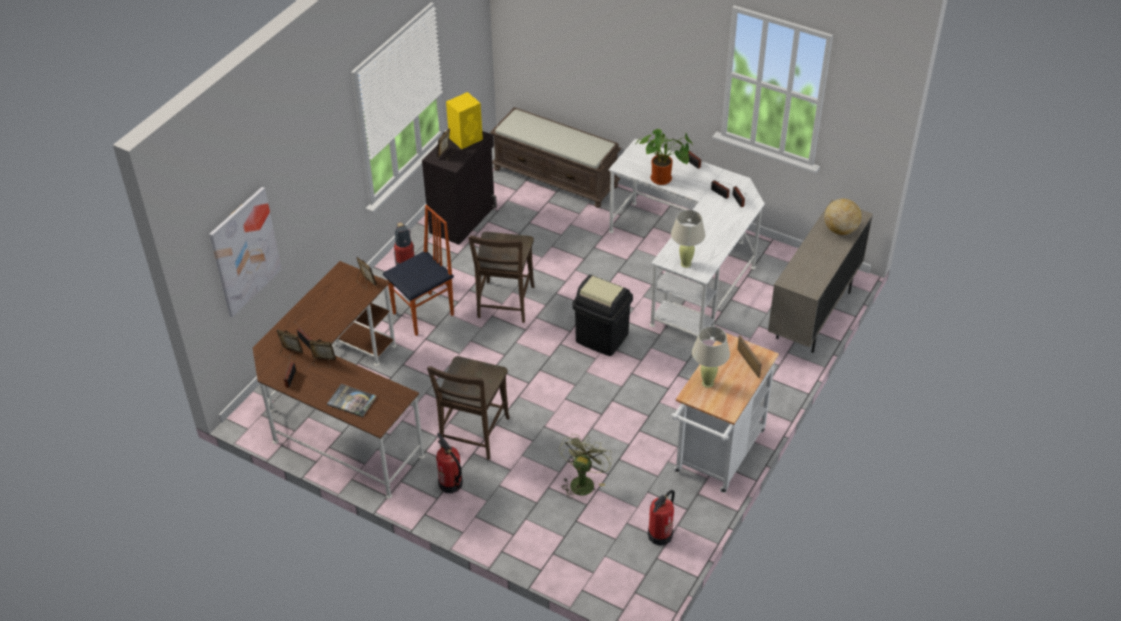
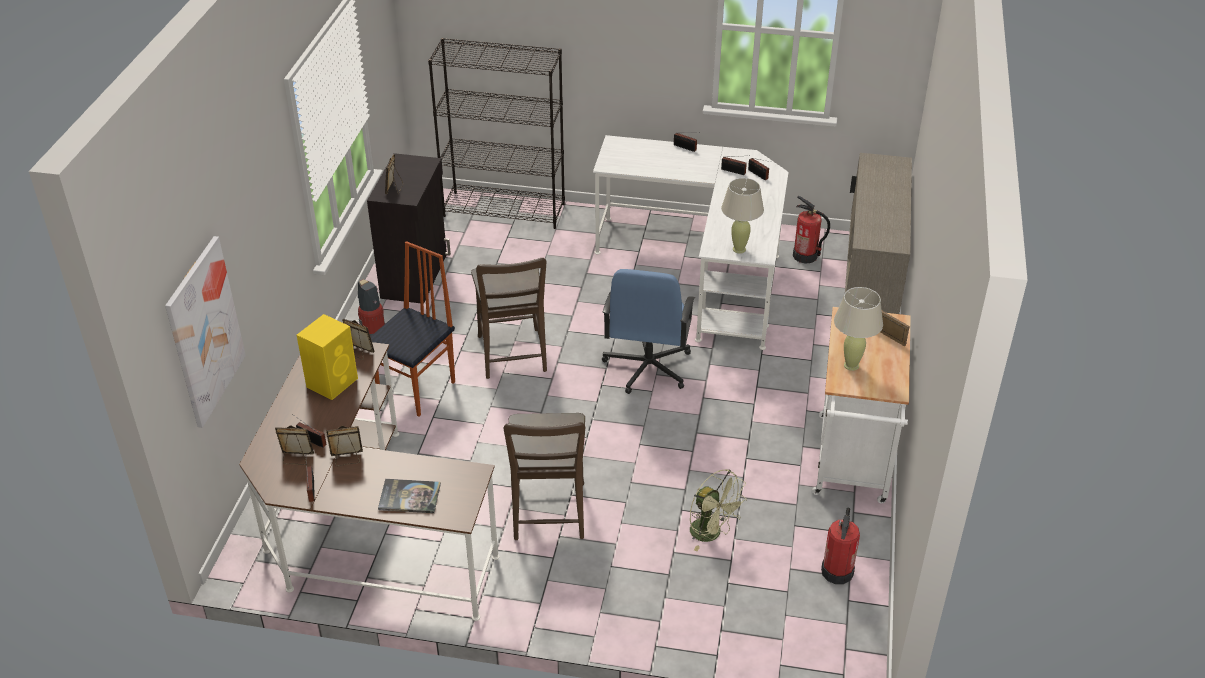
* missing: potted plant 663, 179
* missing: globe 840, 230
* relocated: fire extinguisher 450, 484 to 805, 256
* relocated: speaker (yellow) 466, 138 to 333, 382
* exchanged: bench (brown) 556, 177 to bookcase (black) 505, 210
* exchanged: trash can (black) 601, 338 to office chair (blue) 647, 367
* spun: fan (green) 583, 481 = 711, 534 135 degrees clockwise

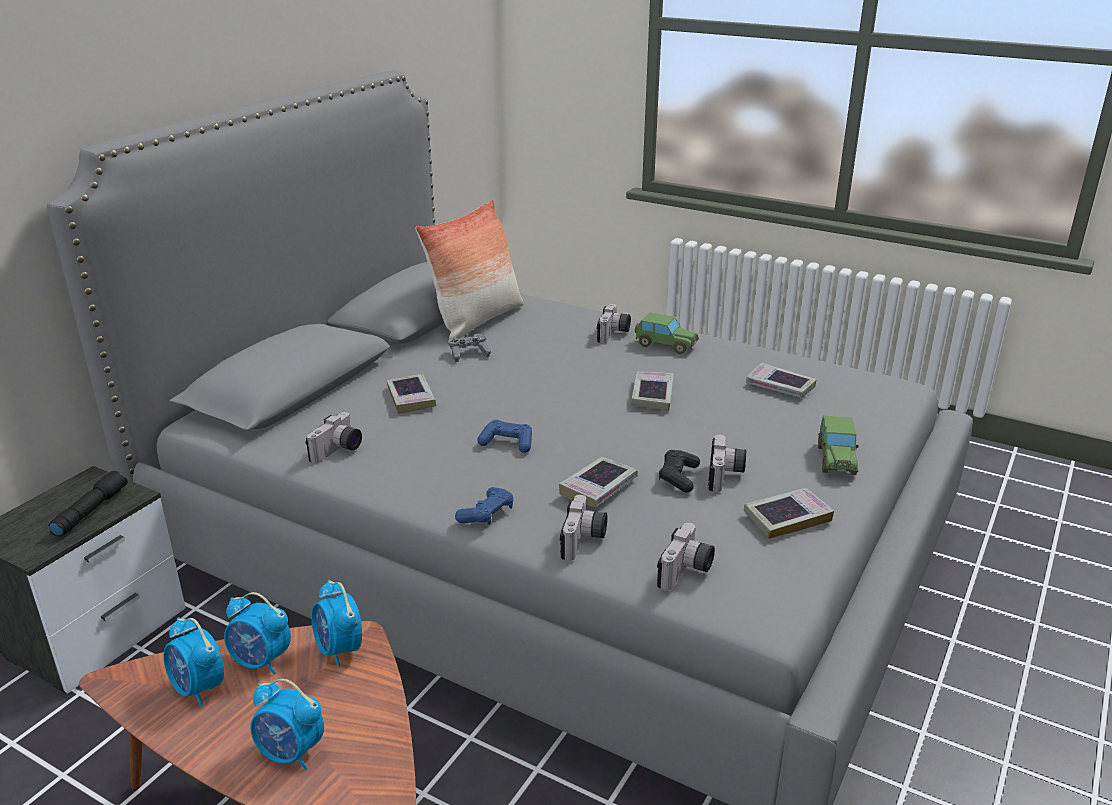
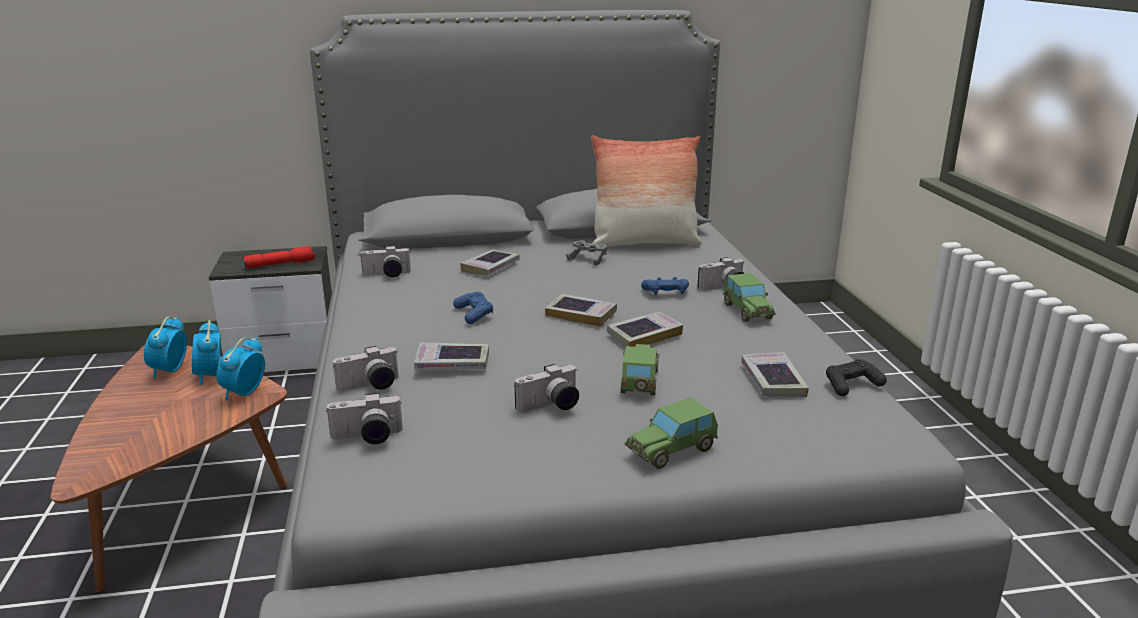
* missing: alarm clock 291, 753
* appeared: toy car 639, 382
* relocated: game controller (blue) 487, 514 to 666, 292
* relocated: game controller (black) 678, 477 to 852, 385
* relocated: book 787, 518 to 581, 314
* colour: flashlight (black) 90, 511 to flashlight (red) 280, 264

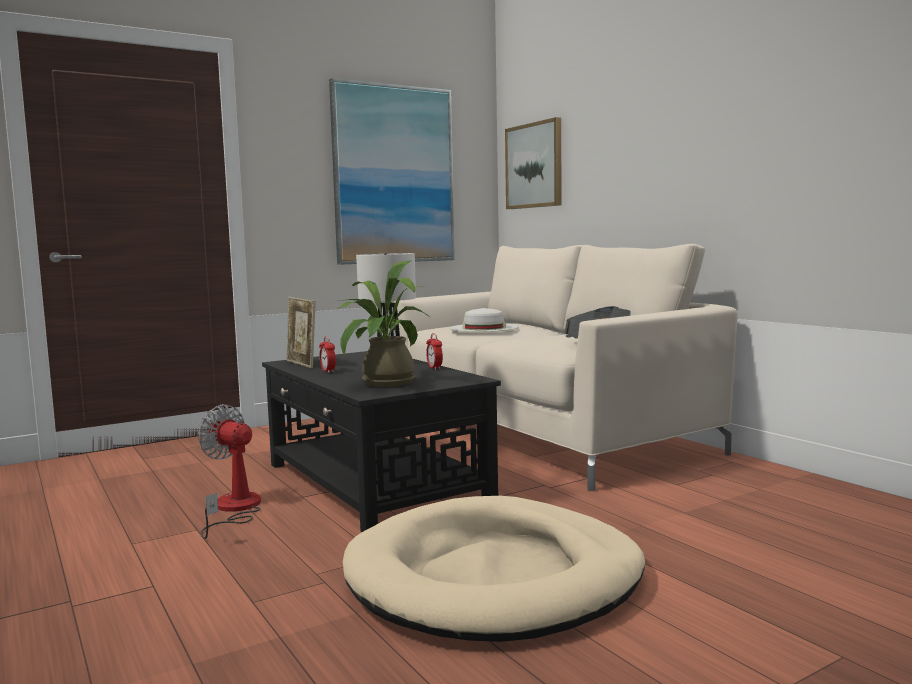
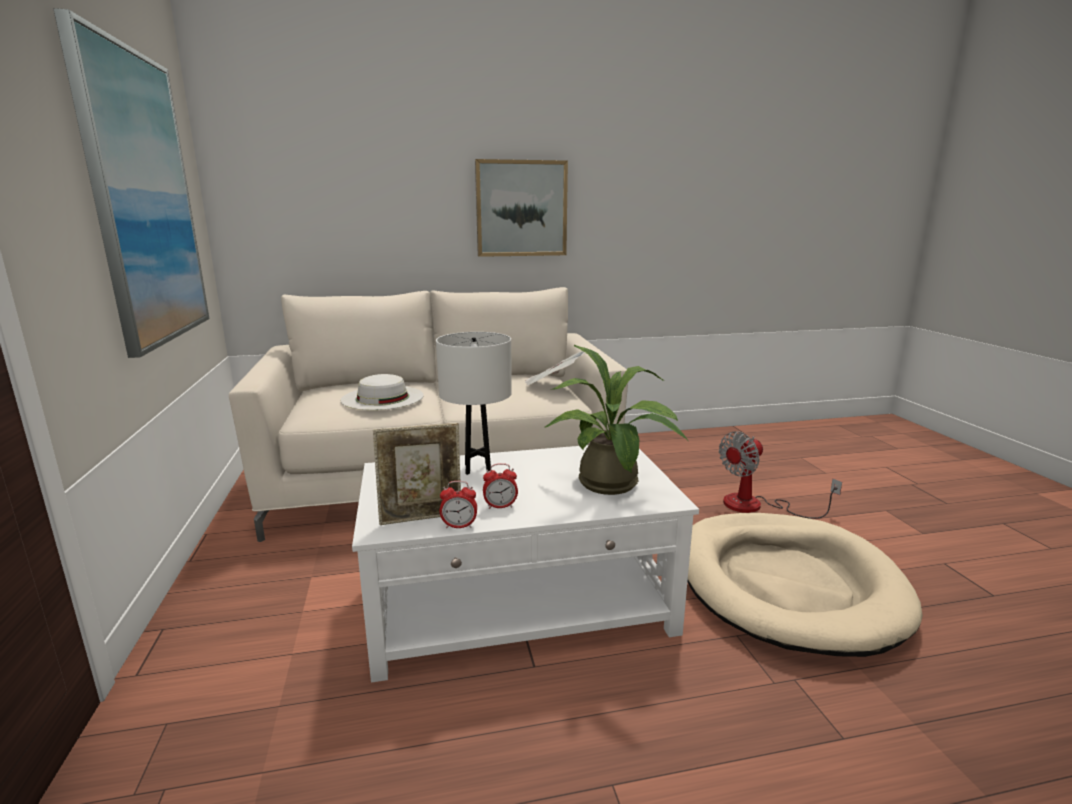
* relocated: fan 234, 510 to 756, 506
* relocated: alarm clock 434, 368 to 459, 526
* relocated: picture 534, 165 to 521, 209
* colour: coffee table (black) 374, 483 to coffee table (white) 521, 604

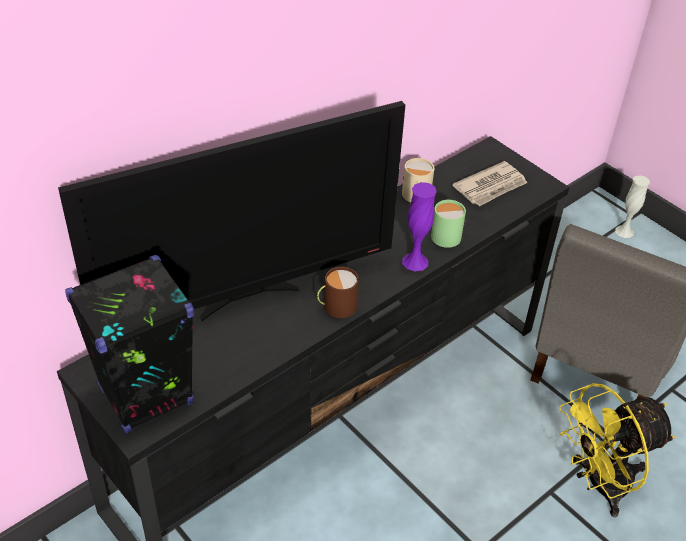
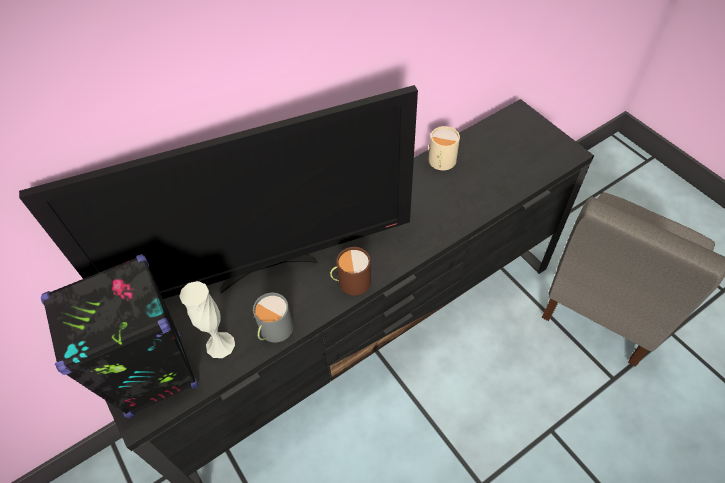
* missing: vase (purple) 415, 261
* missing: mug (green) 445, 234
* missing: newspaper 491, 187
* missing: fan (yellow) 598, 485
* appeared: mug (grey) 273, 330
* relocated: vase (white) 624, 231 to 220, 345

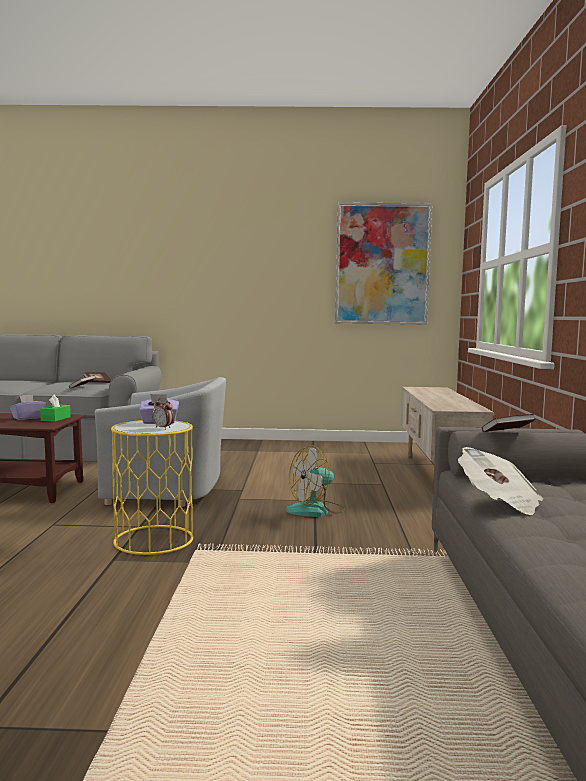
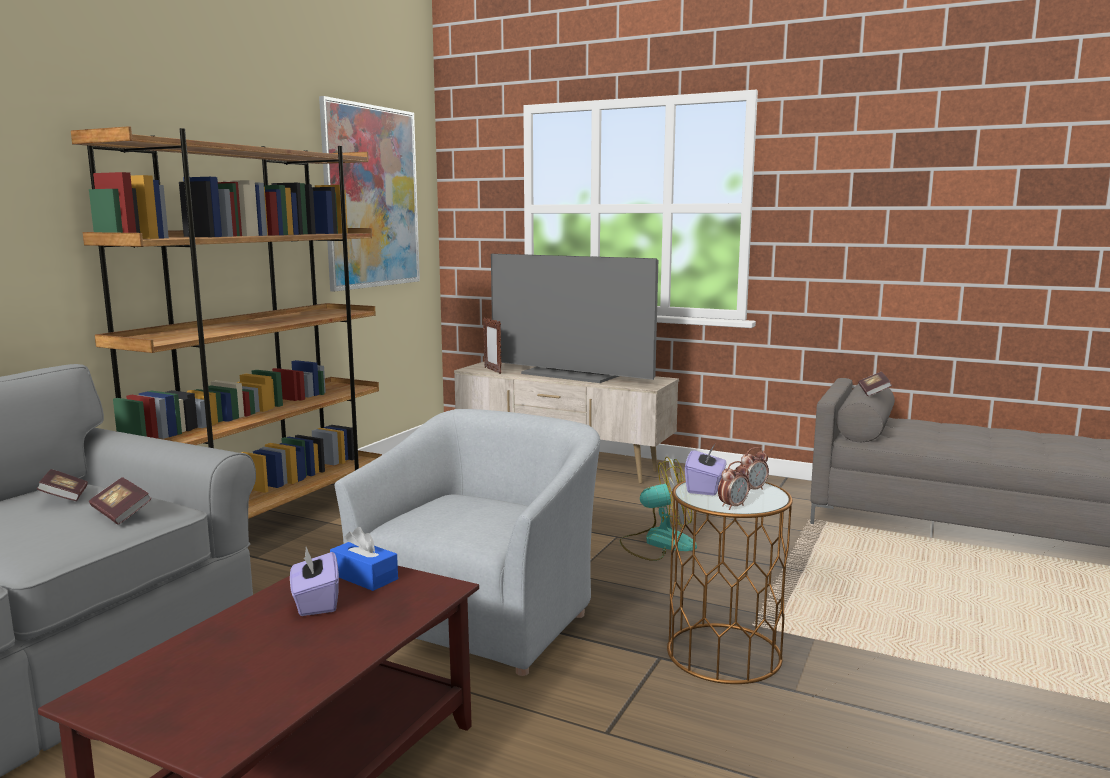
* missing: newspaper 499, 502
* appeared: bookcase (brown) 269, 521
* appeared: picture frame 492, 370
* appeared: television 572, 374
* appeared: alarm clock 733, 506
* colour: tissue box (green) 55, 419 to tissue box (blue) 364, 577
* colour: side table (yellow) 154, 540 to side table (brown) 723, 653
* spun: fan 316, 510 = 657, 543 90 degrees counterclockwise

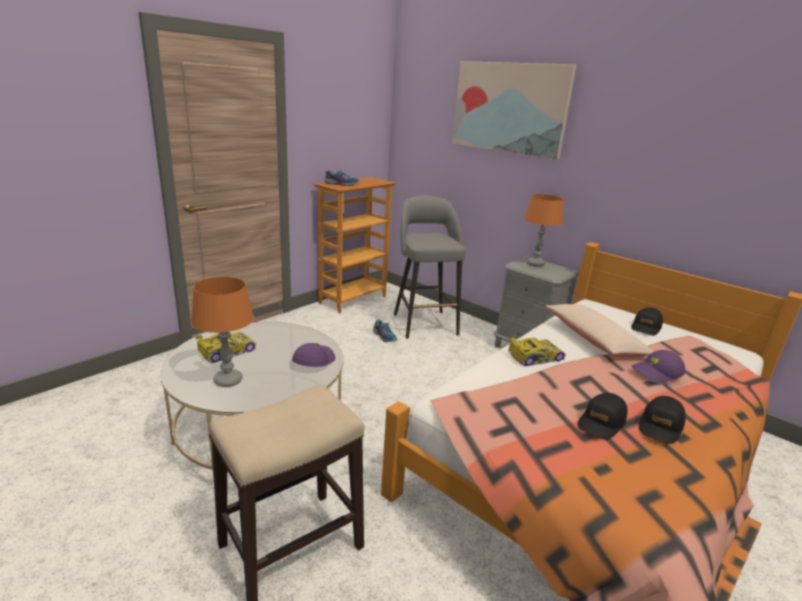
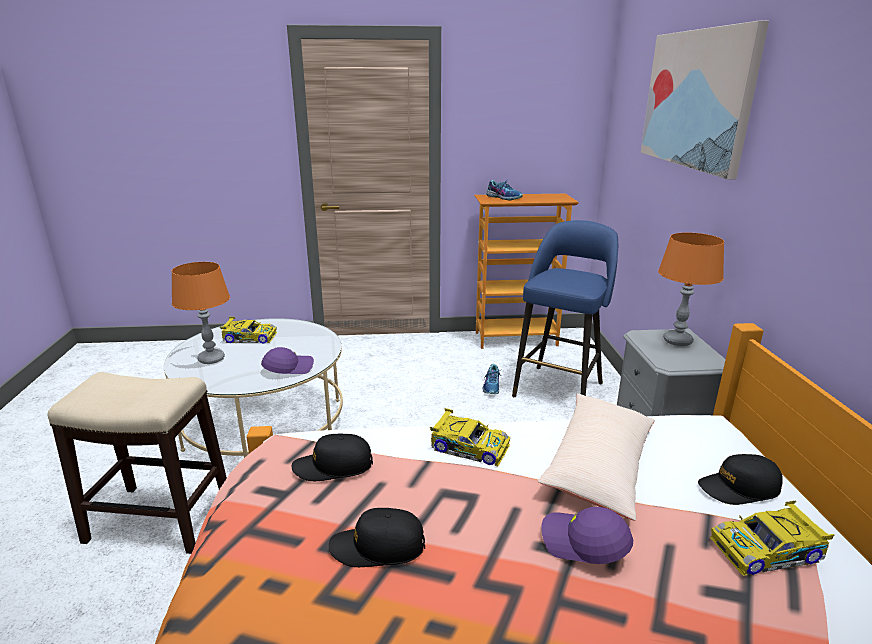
* appeared: toy car 767, 550
* relocated: cap (black) 660, 426 to 333, 466
* colour: stool (grey) 424, 323 to stool (blue) 559, 388

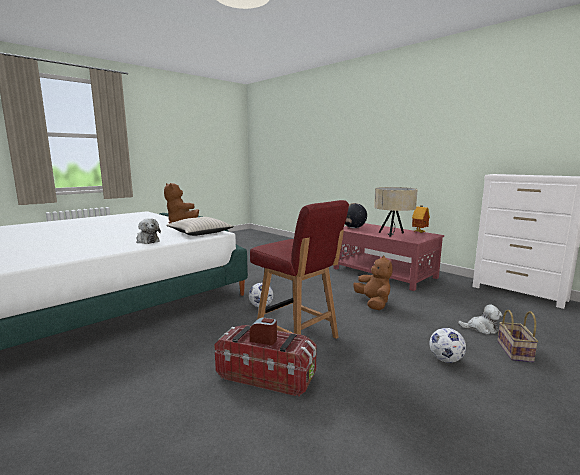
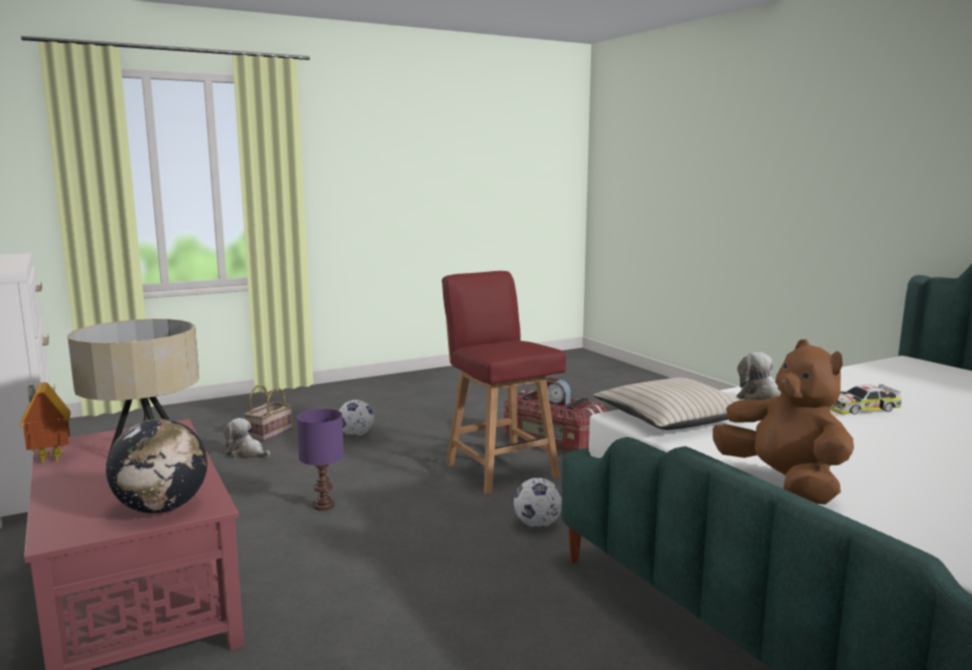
* appeared: toy car 860, 408
* exchanged: plush toy (brown) 373, 303 to table lamp (purple) 323, 505

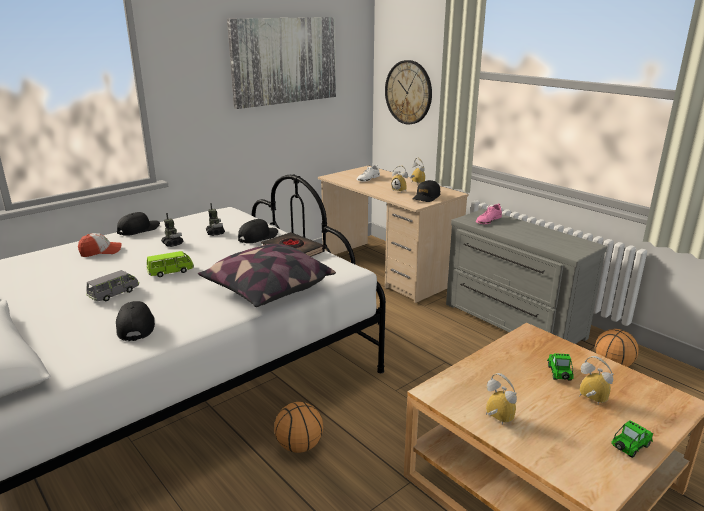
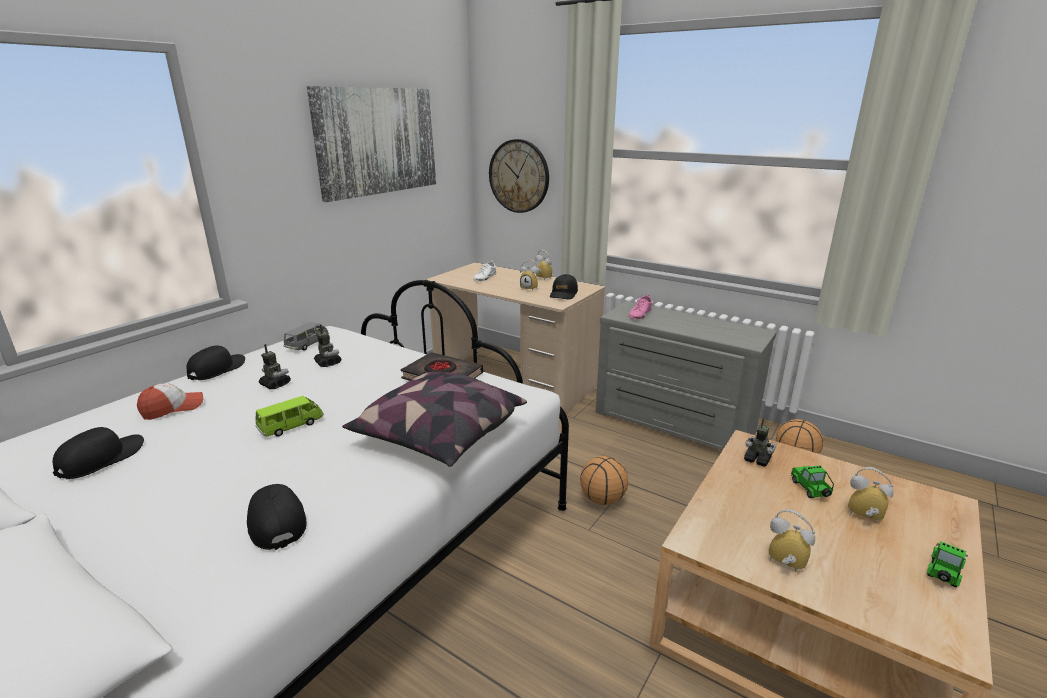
* appeared: toy robot 757, 460
* relocated: toy car (grey) 114, 294 to 307, 344
* relocated: cap (black) 258, 237 to 101, 459
* relocated: basketball 299, 446 to 602, 499

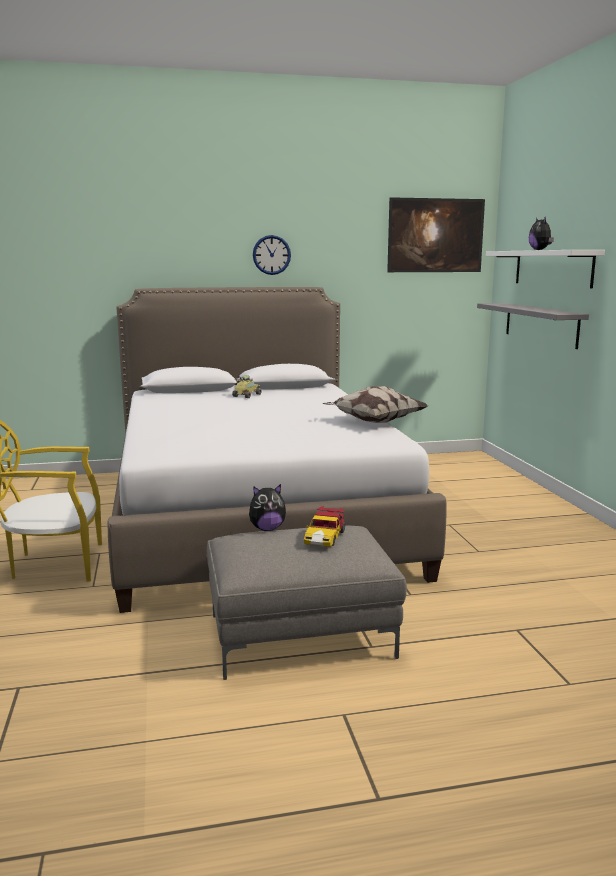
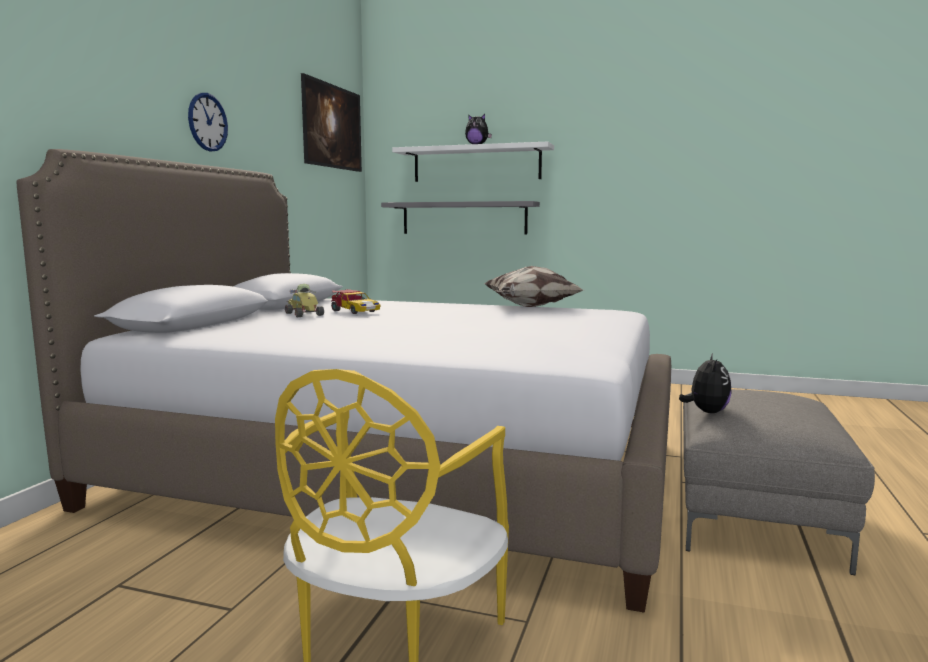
* relocated: toy car 324, 537 to 354, 311

